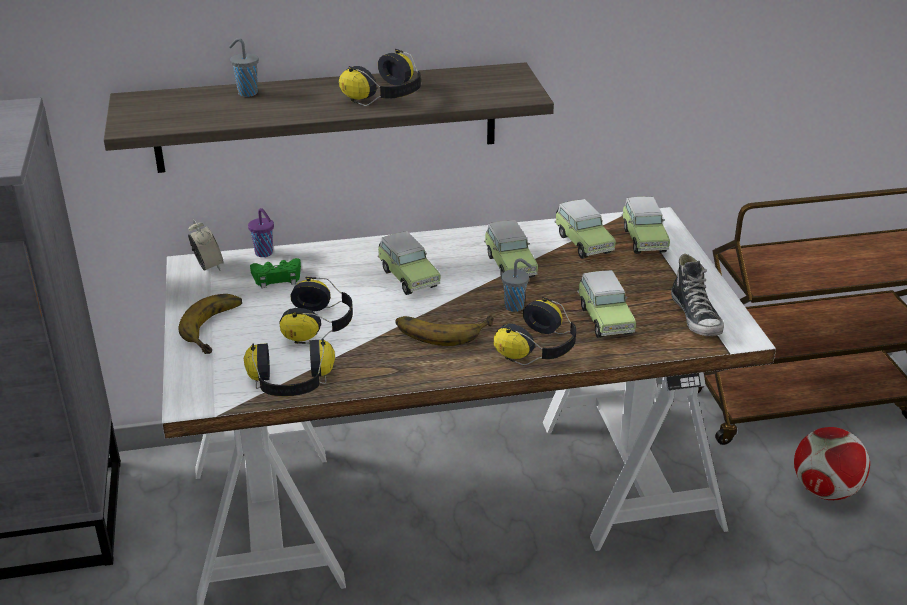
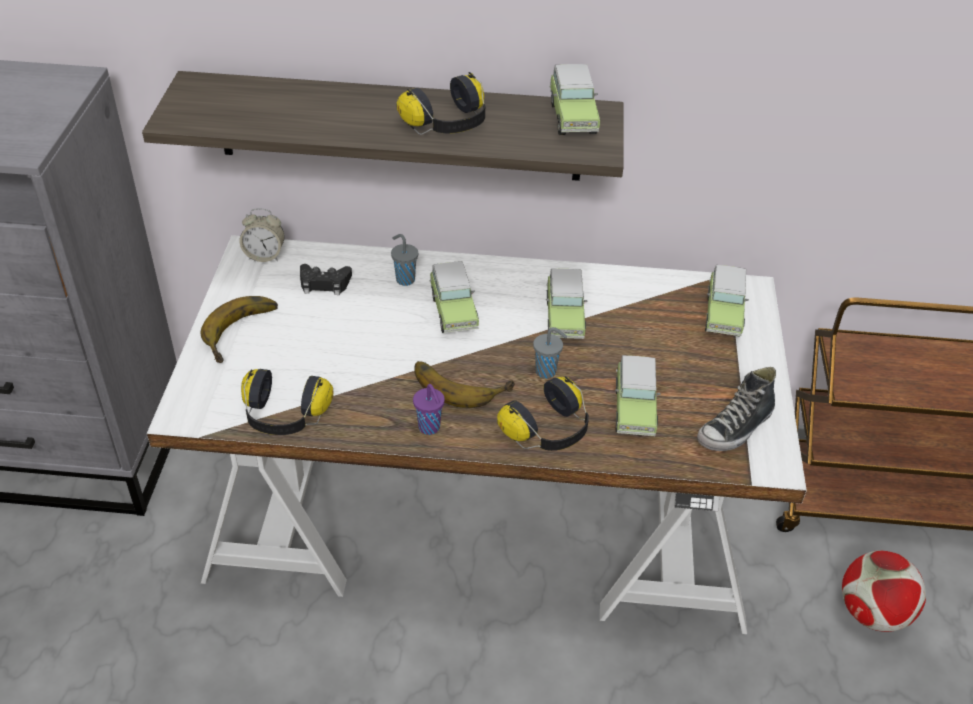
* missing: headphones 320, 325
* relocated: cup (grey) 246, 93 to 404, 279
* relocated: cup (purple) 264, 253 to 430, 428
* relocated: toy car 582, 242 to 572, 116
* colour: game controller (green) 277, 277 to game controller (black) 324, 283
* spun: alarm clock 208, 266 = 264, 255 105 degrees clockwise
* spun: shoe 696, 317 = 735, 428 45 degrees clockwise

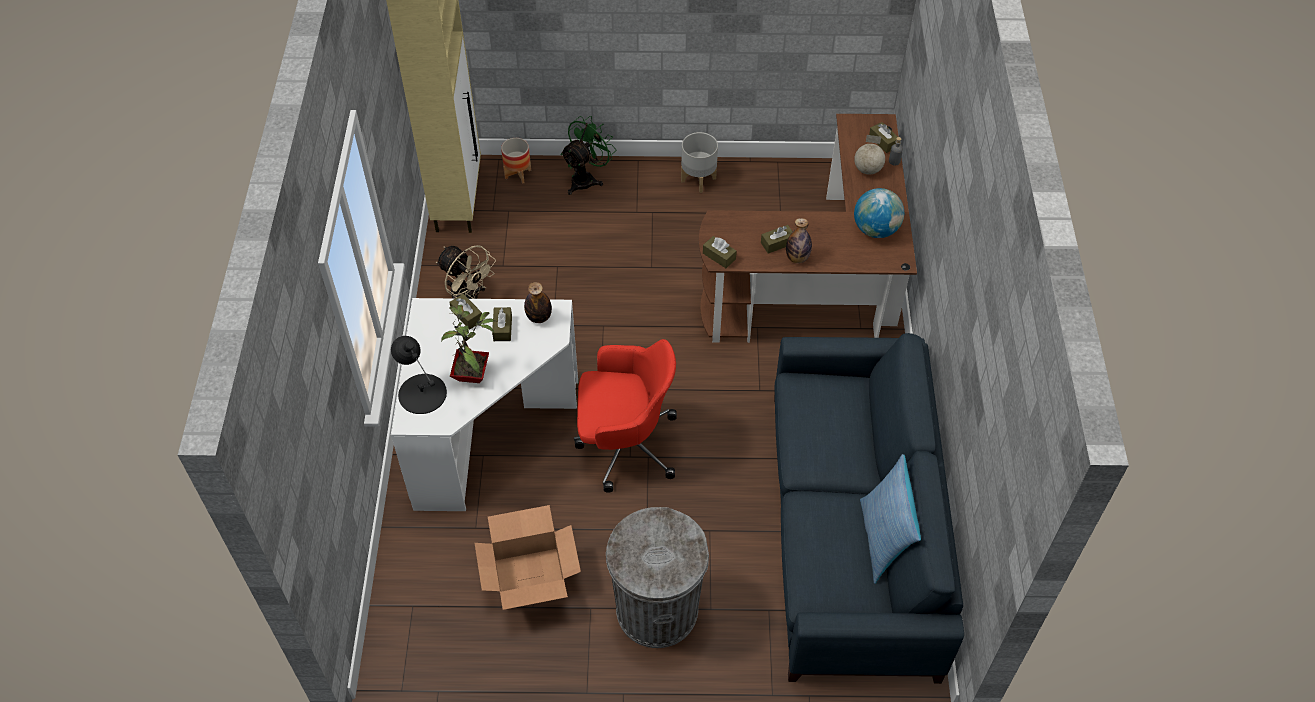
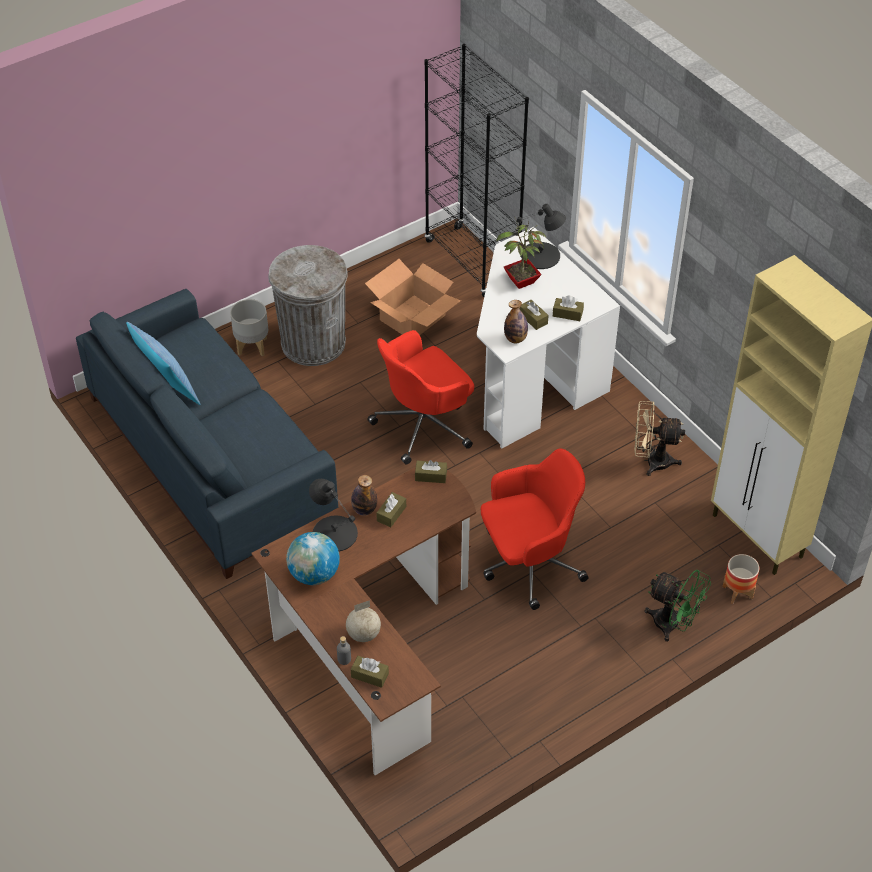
* appeared: table lamp (black) 334, 533
* appeared: bookcase (black) 472, 262
* appeared: office chair (red) 528, 564
* relocated: planter (grey) 698, 179 to 252, 346
* spun: fan (green) 586, 178 = 673, 625 60 degrees counterclockwise

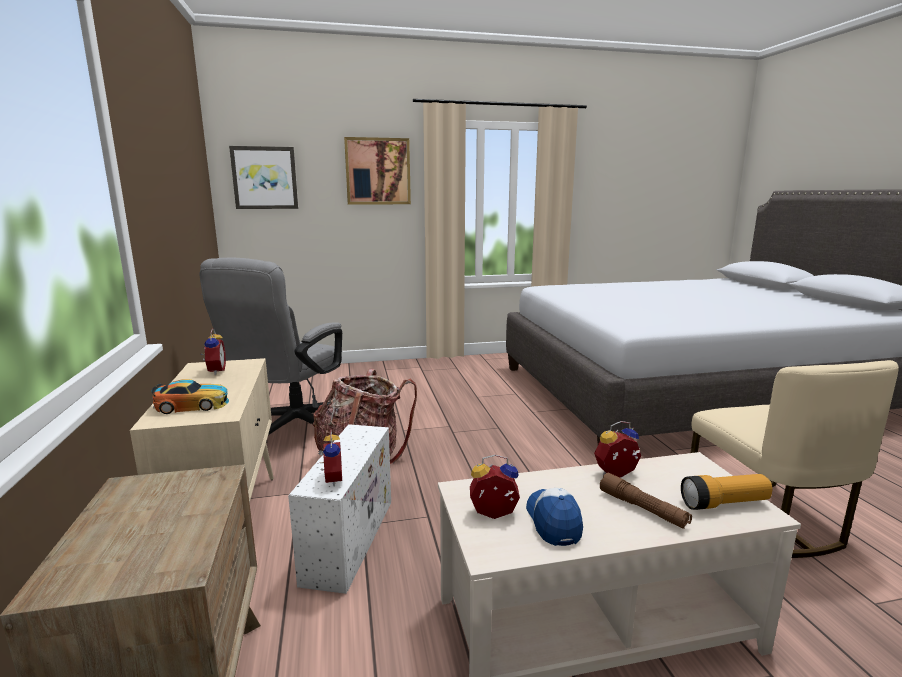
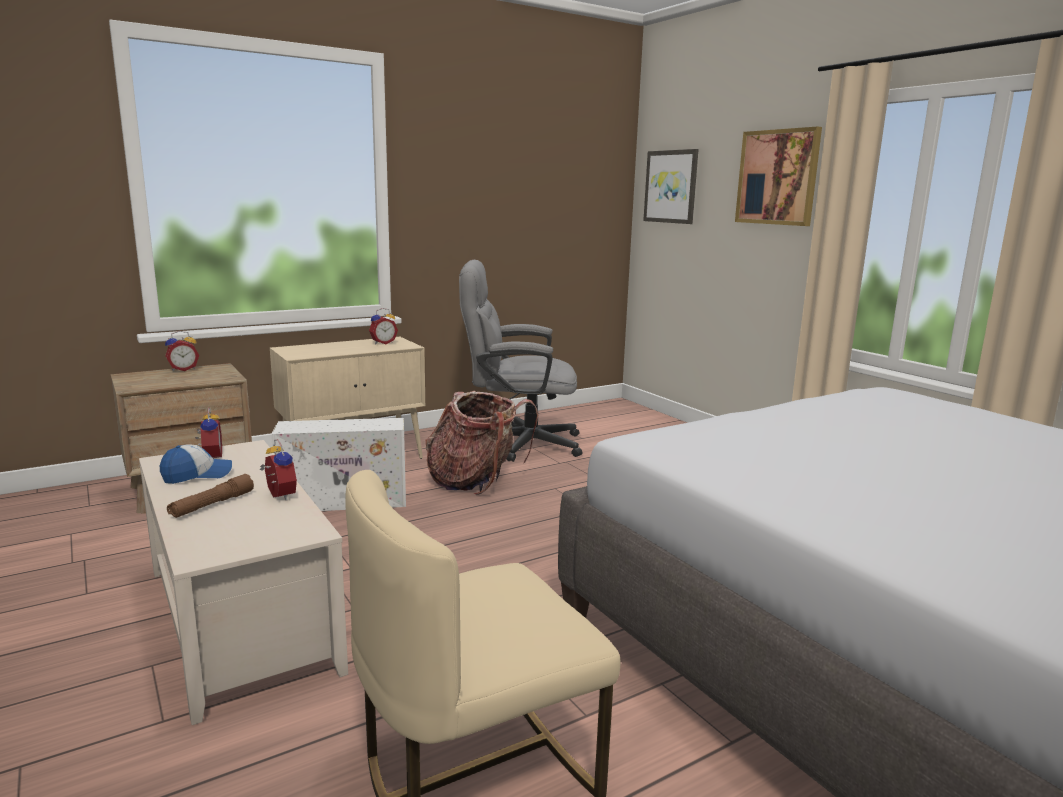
* missing: toy car 193, 405
* missing: flashlight 724, 503
* relocated: alarm clock 331, 480 to 183, 369

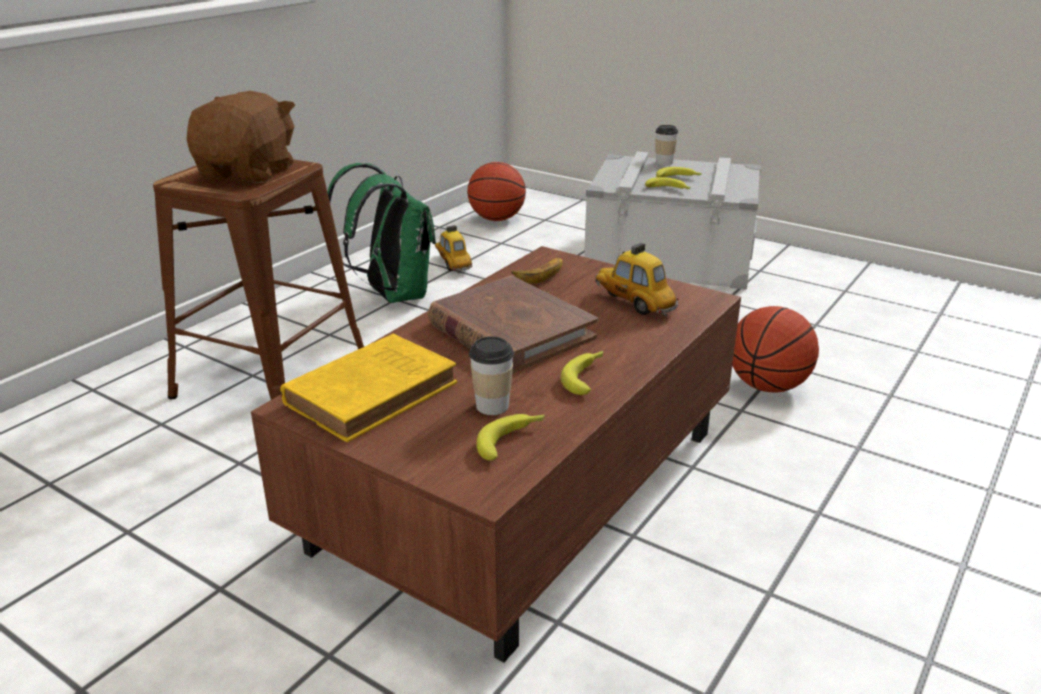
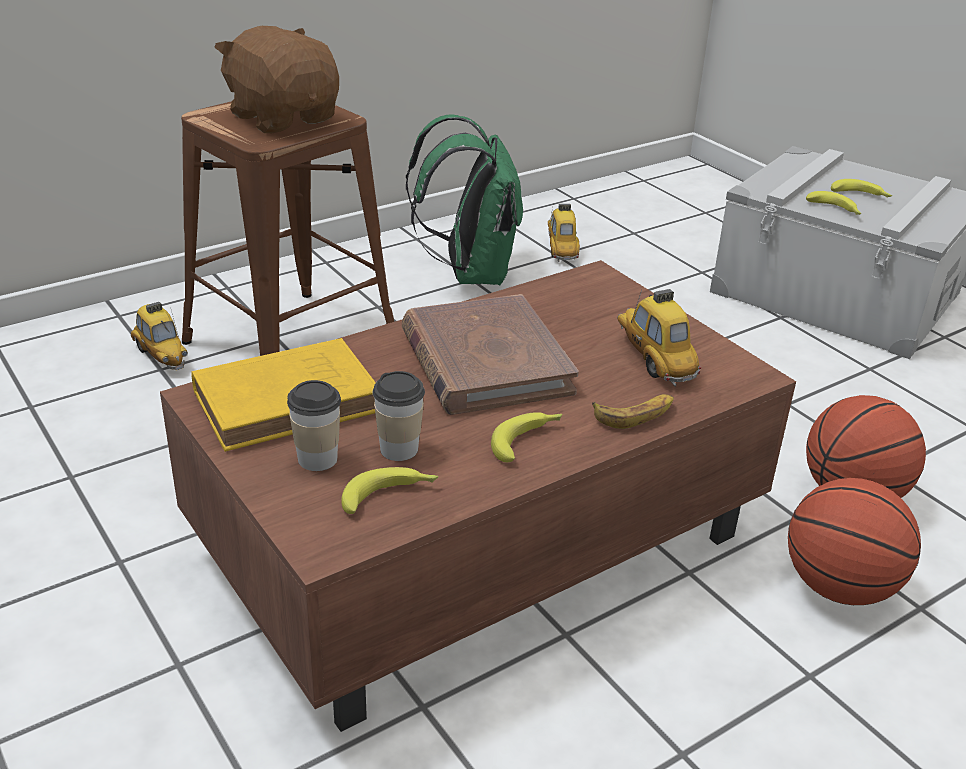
* appeared: toy car 161, 356
* relocated: basketball 497, 219 to 839, 587
* relocated: banana 541, 275 to 635, 415
* relocated: cup 664, 162 to 317, 459
* spun: plush toy (brown) 249, 173 = 283, 118 75 degrees counterclockwise

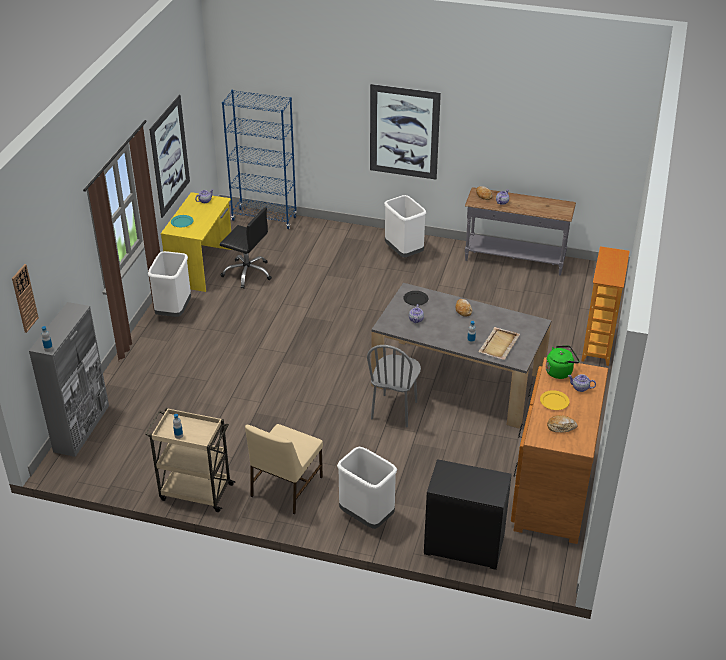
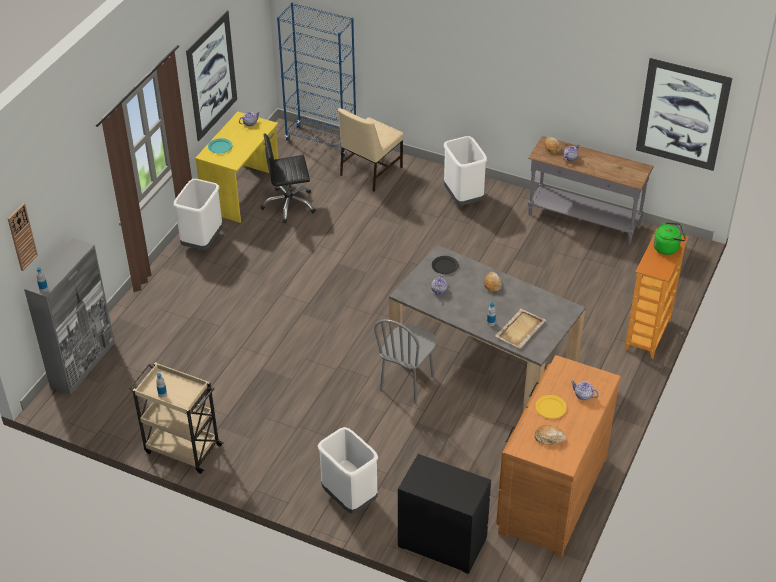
* relocated: chair (beige) 285, 487 to 370, 171
* relocated: picture 404, 132 to 682, 114
* relocated: kettle (green) 560, 371 to 667, 247
* spun: office chair (black) 247, 273 = 289, 205 135 degrees clockwise

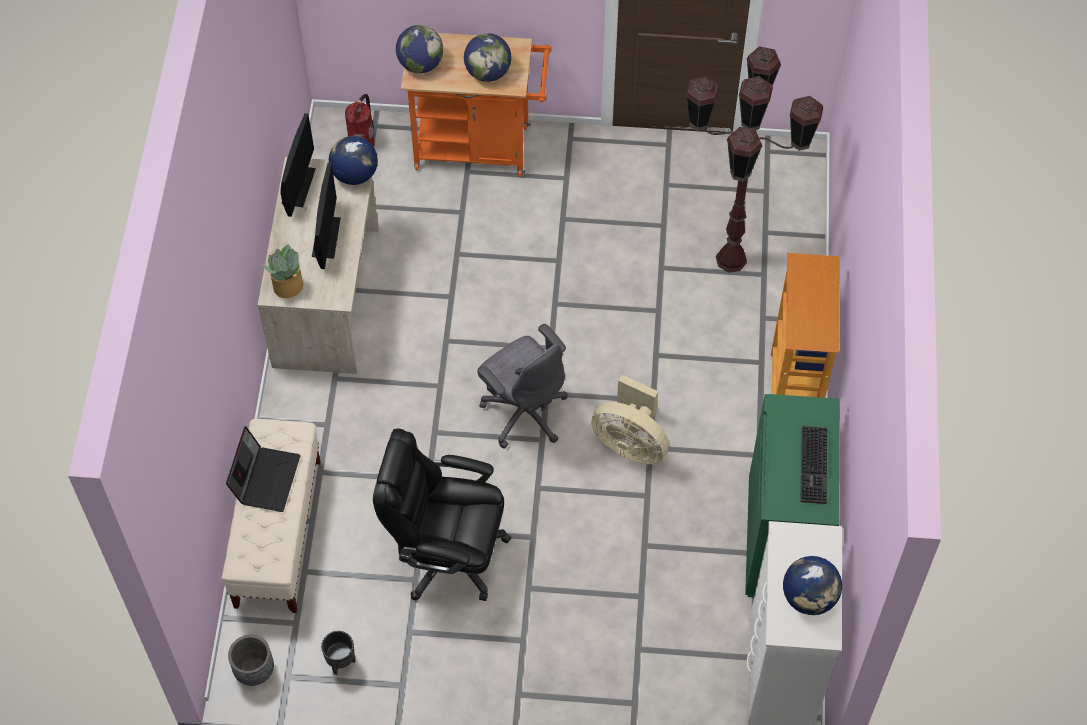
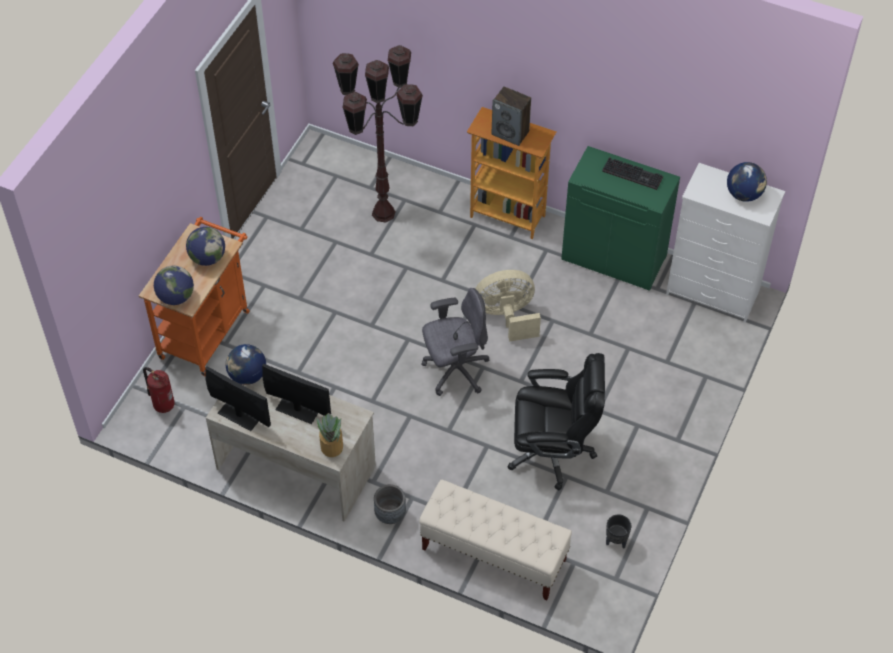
* missing: laptop 265, 478
* appeared: speaker 510, 133
* relocated: planter (grey) 254, 670 to 390, 514
* spun: office chair (black) 447, 554 = 552, 451 120 degrees counterclockwise
* spun: fan (beige) 630, 443 = 507, 317 150 degrees counterclockwise

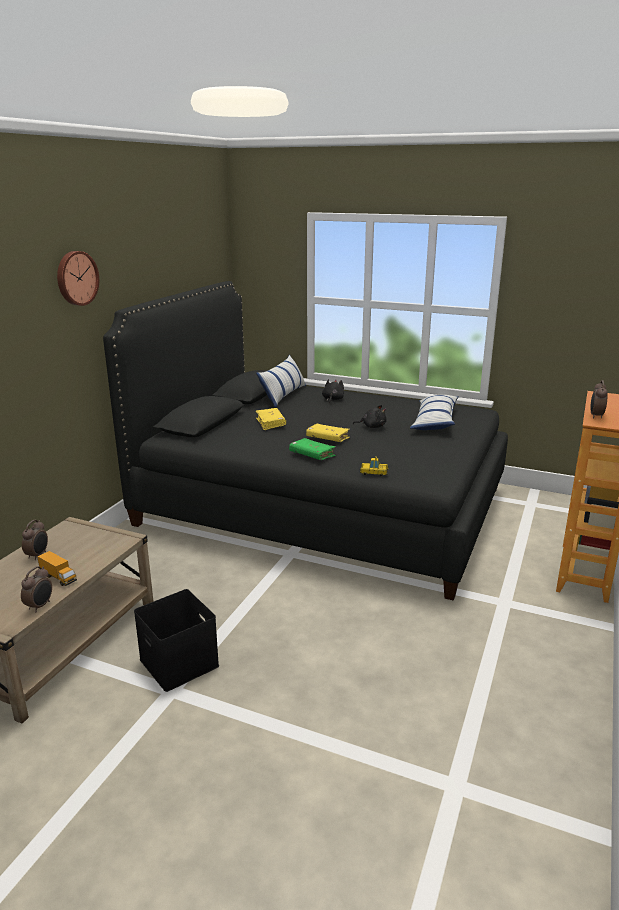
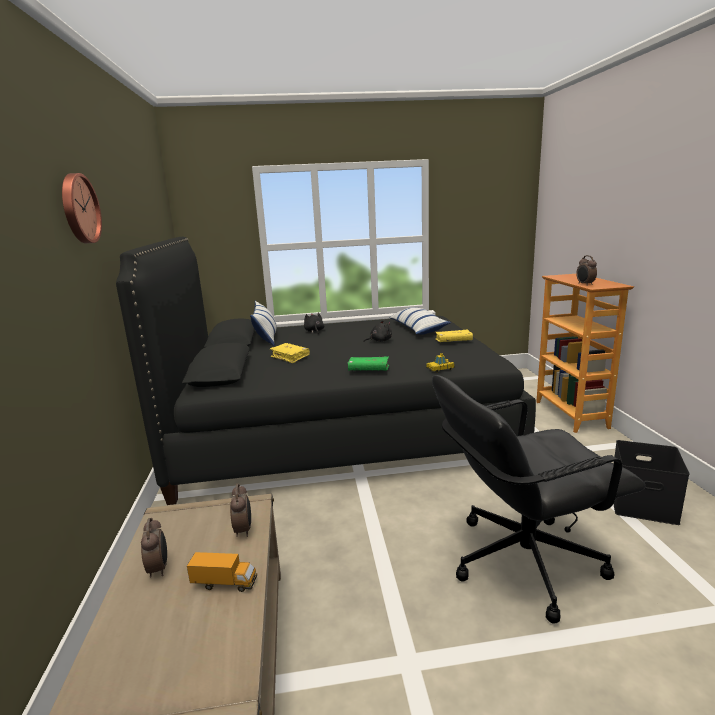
* appeared: office chair (black) 522, 560
* relocated: alarm clock 40, 606 to 243, 530
* relocated: storage box (black) 181, 662 to 644, 503
* relocated: book (yellow) 327, 438 to 453, 341

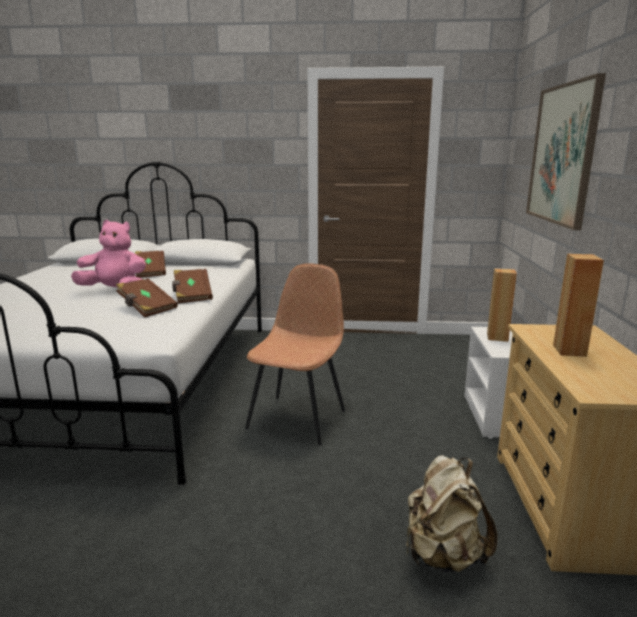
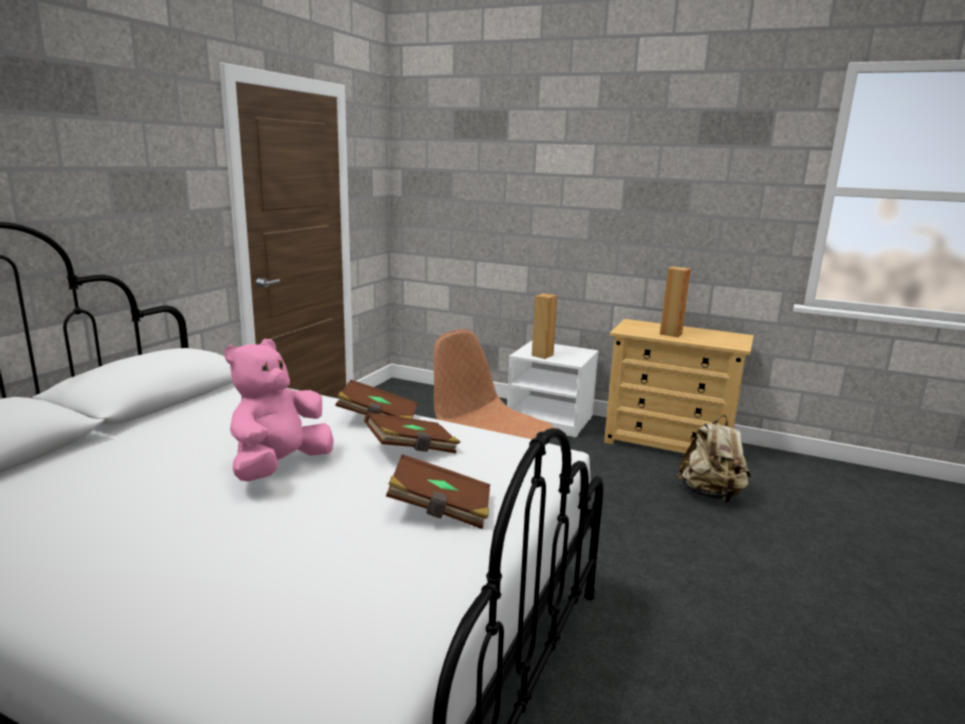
* missing: picture 562, 154
* relocated: book (brown) 149, 272 to 440, 510

